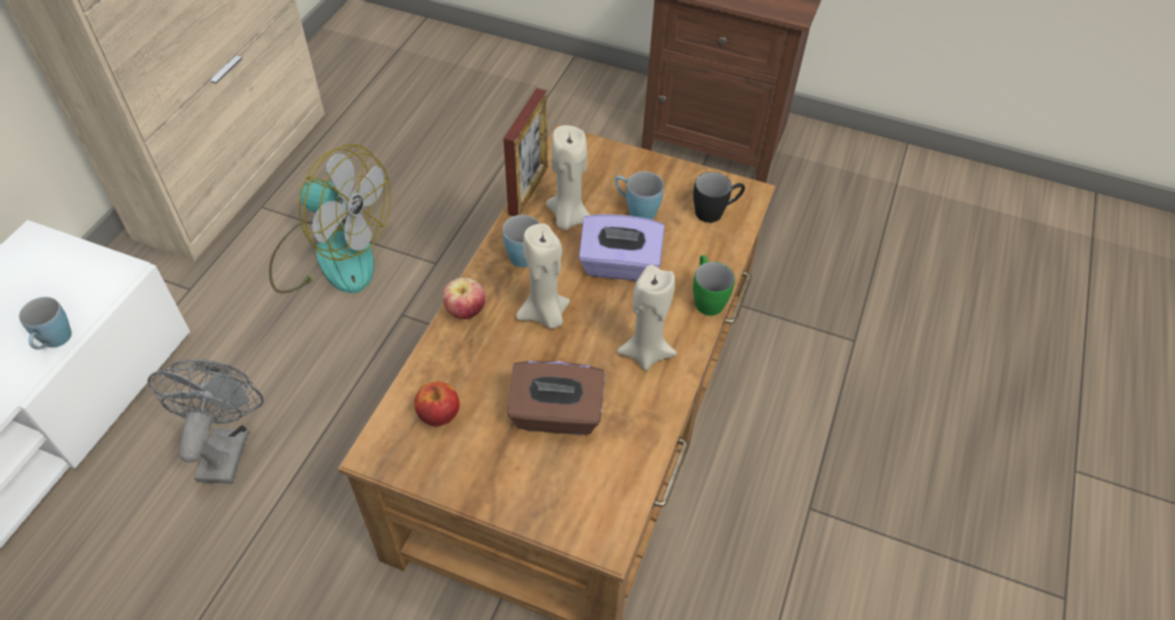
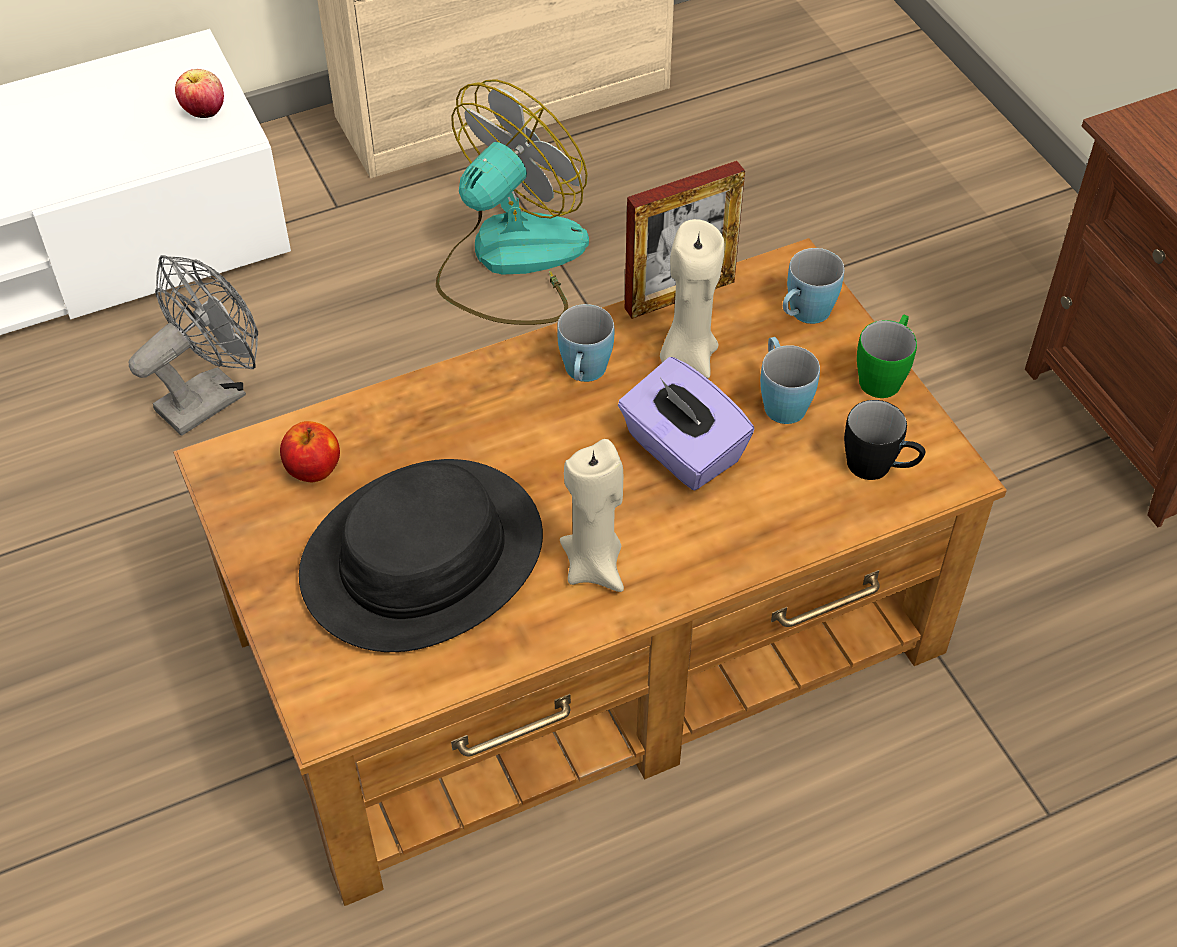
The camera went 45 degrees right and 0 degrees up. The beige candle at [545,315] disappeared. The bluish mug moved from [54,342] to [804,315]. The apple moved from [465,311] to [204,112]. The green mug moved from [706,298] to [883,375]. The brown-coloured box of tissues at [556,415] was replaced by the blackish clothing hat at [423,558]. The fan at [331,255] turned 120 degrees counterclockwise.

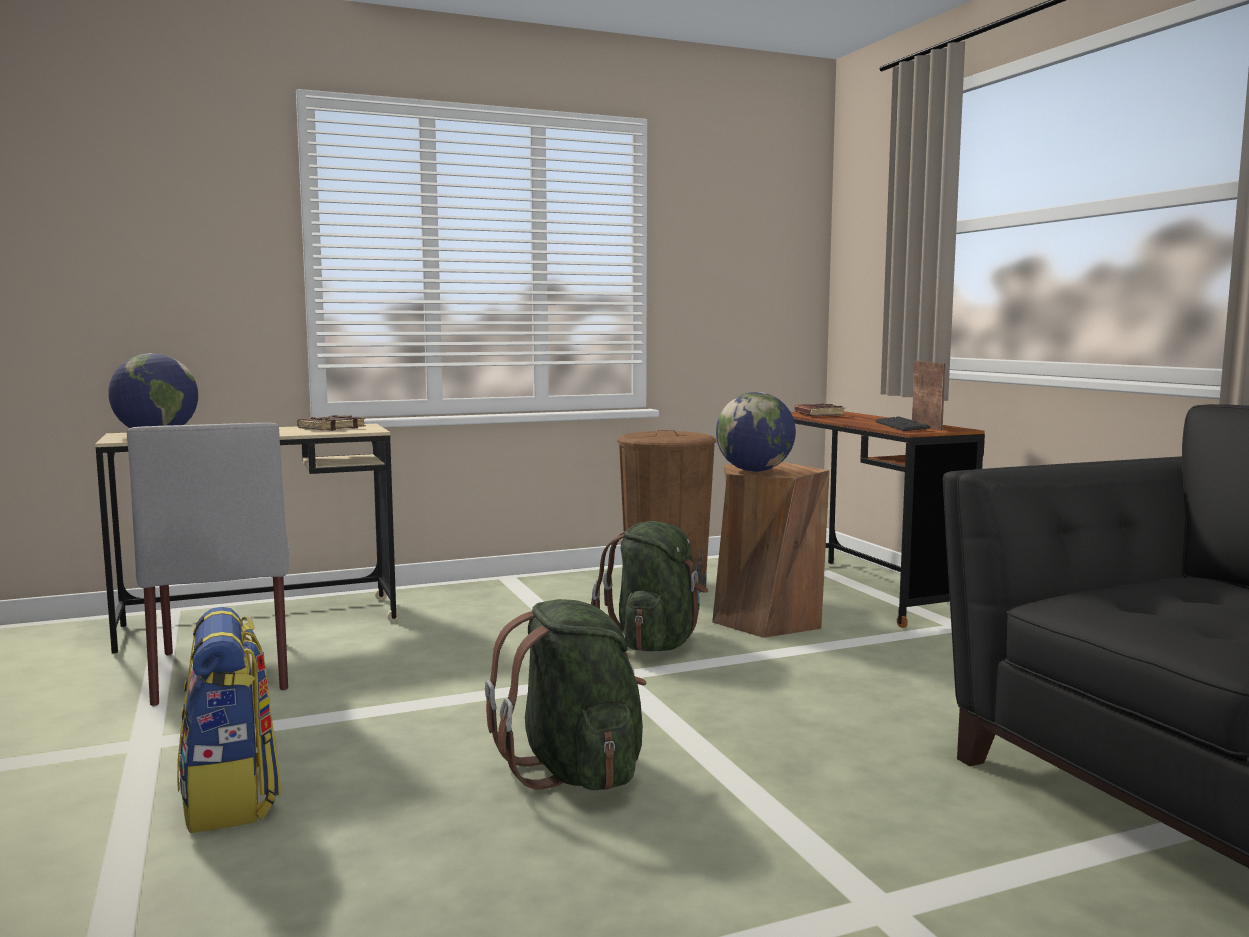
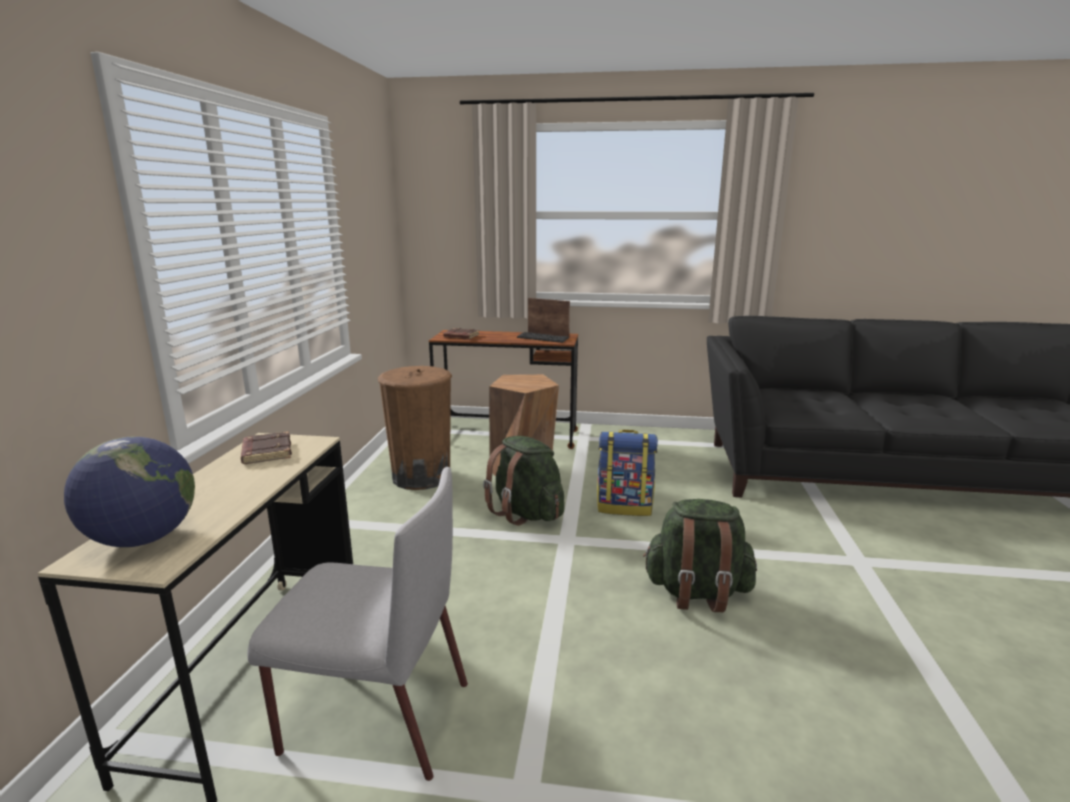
The camera went 60 degrees left and 10 degrees up. The desk globe at [754,471] disappeared. The rucksack moved from [231,800] to [625,507].

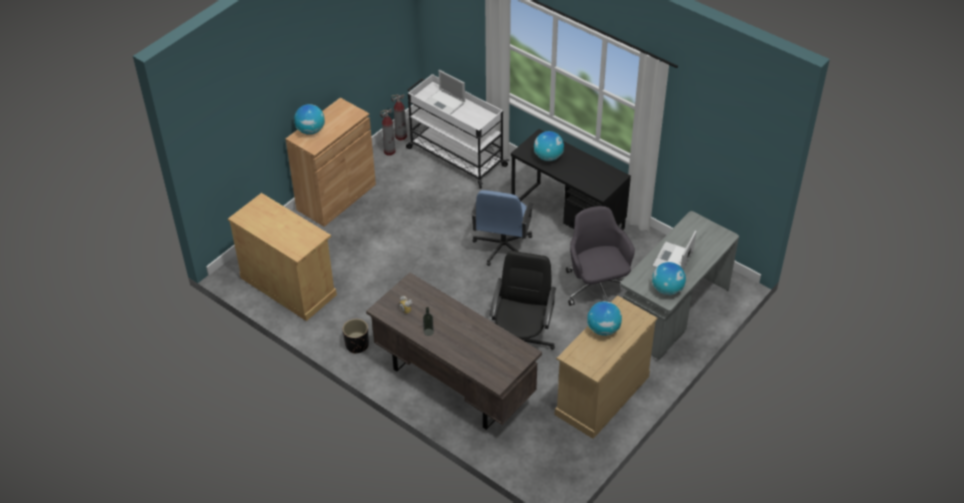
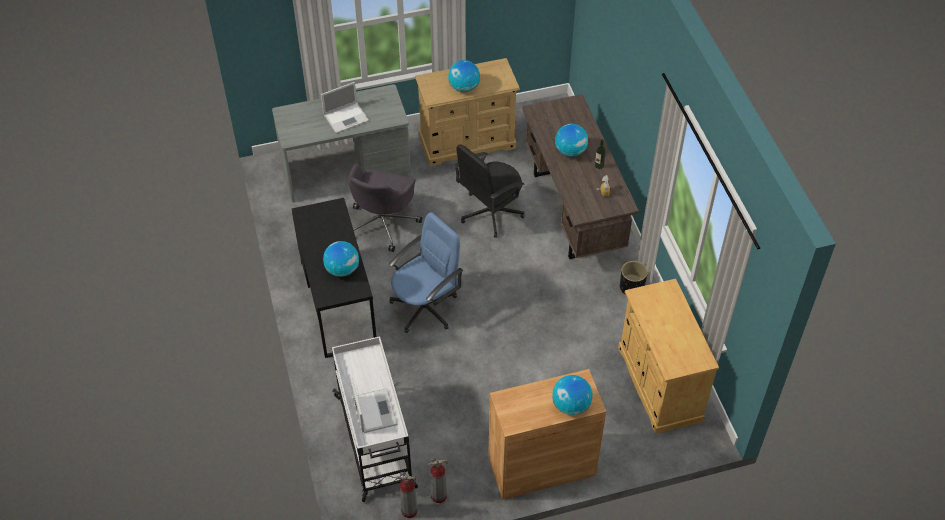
The camera went 145 degrees left and 5 degrees up. The desk globe moved from [667,289] to [570,151].

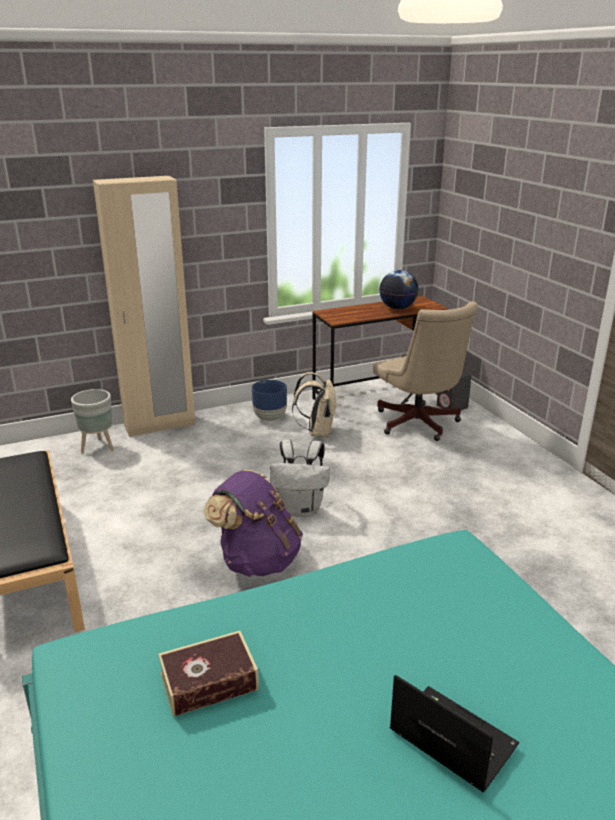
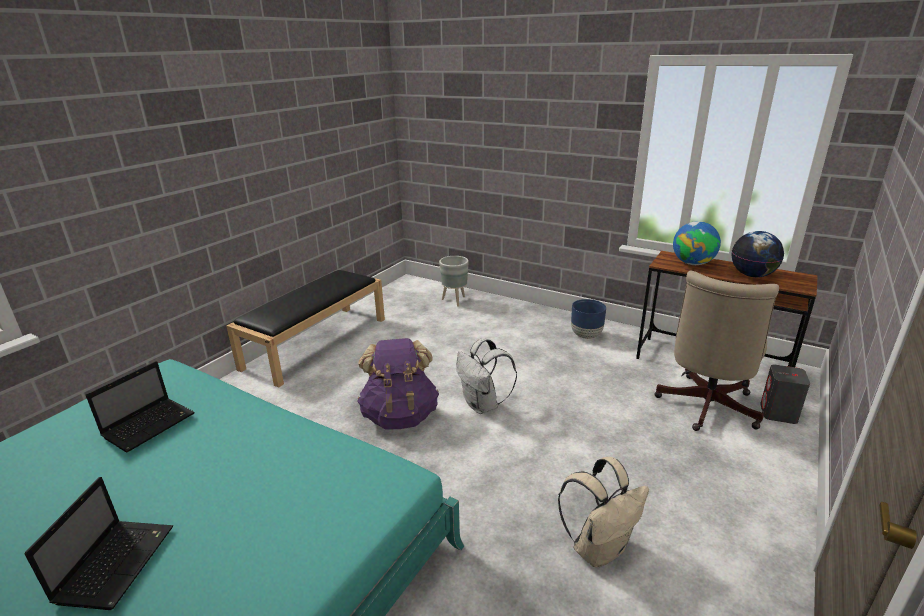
The camera went 55 degrees right and 0 degrees up. The beige clothes cupboard at [160,425] disappeared. The desk globe at [692,263] appeared. The beige rucksack moved from [317,432] to [599,548]. The bound book at [209,682] was replaced by the laptop at [151,424].

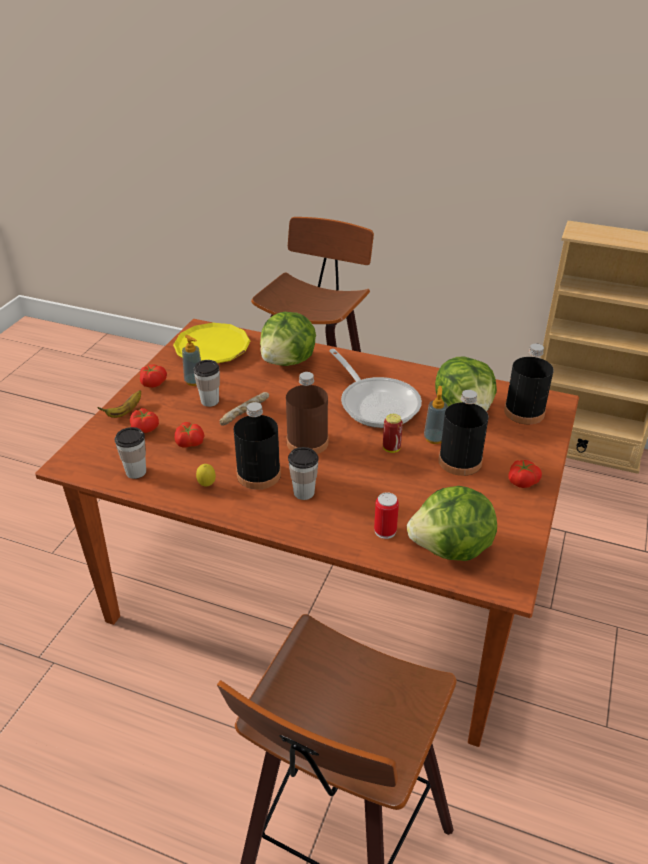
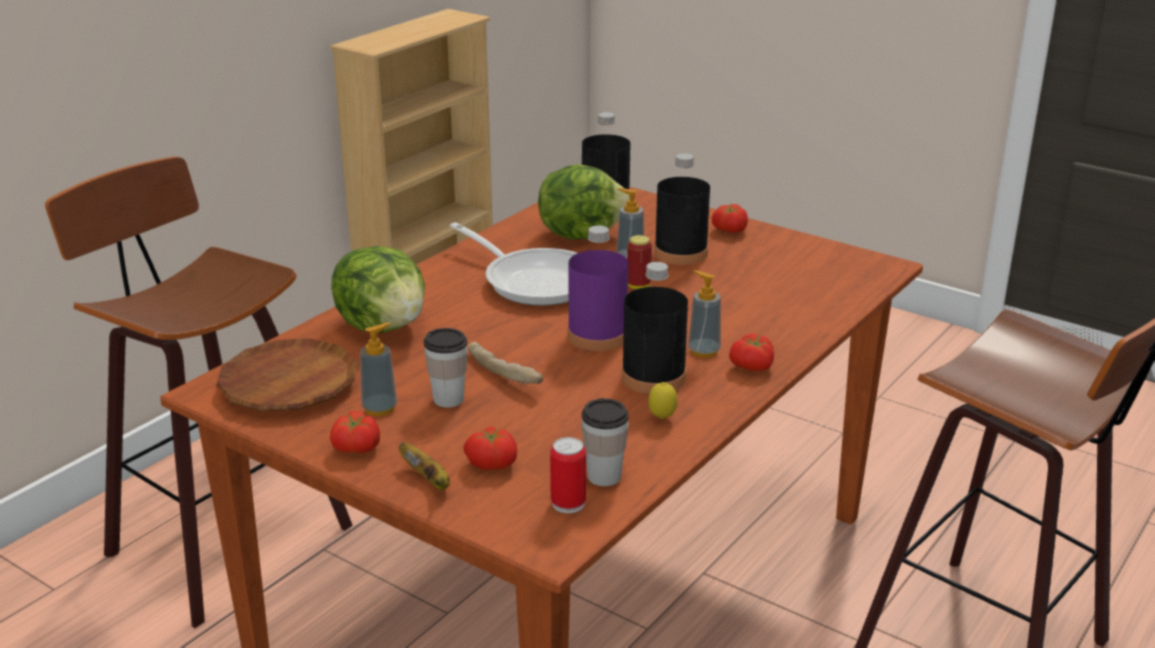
The camera went 75 degrees left and 10 degrees down. The head of lettuce at [451,549] disappeared. The tomato moved from [189,443] to [753,367]. The metal can moved from [385,531] to [568,503]. The drinking cup at [304,492] was replaced by the soap bottle at [704,351]. The yellowish flat dish at [212,348] became the brown-coloured flat dish at [289,384]. The brown-coloured drink bottle at [307,442] became the purple drink bottle at [597,336]. The skillet at [376,403] turned 60 degrees clockwise.

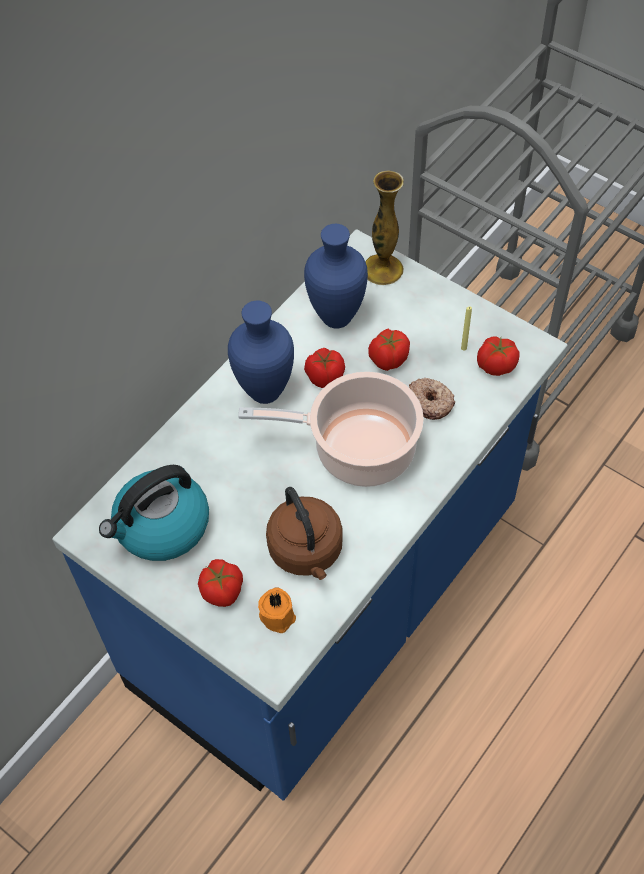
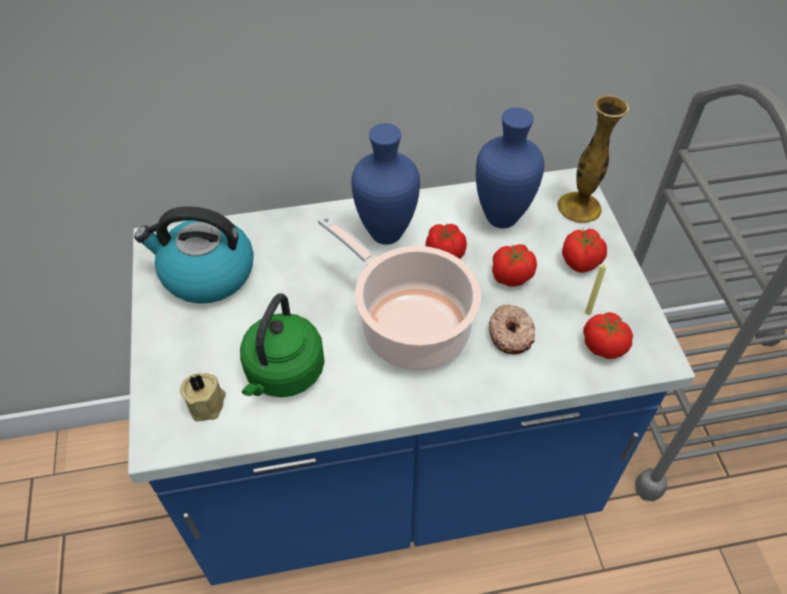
The camera went 40 degrees right and 5 degrees down. The tomato moved from [223,590] to [581,262]. The orange candle at [278,615] became the beige candle at [208,404]. The brown-coloured tea kettle at [307,552] became the green tea kettle at [283,374].

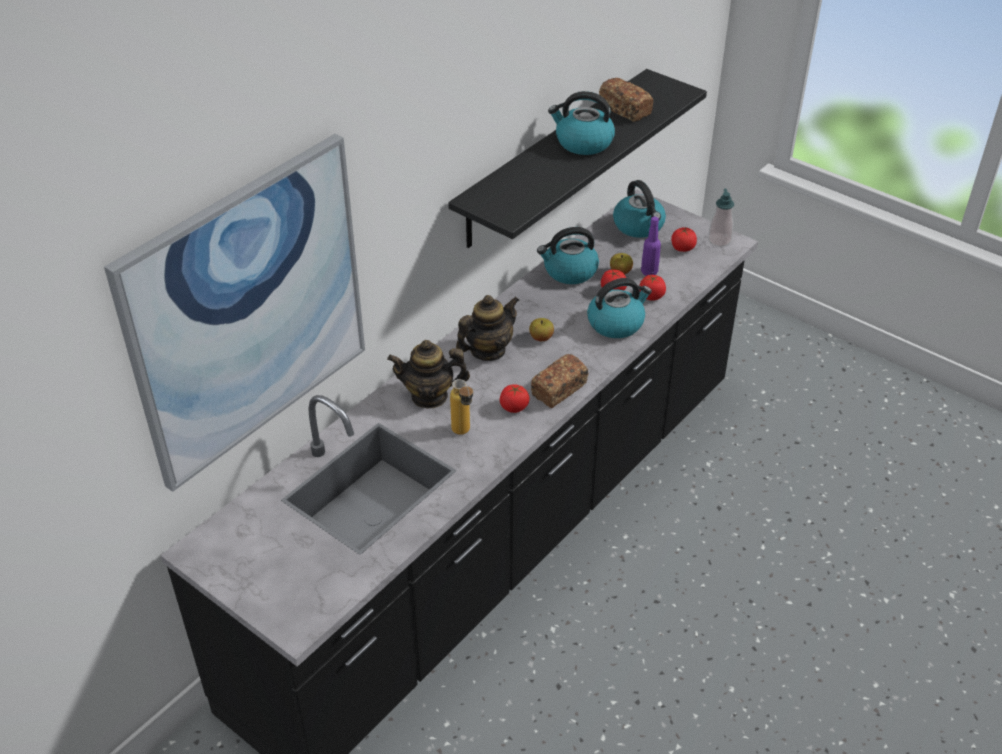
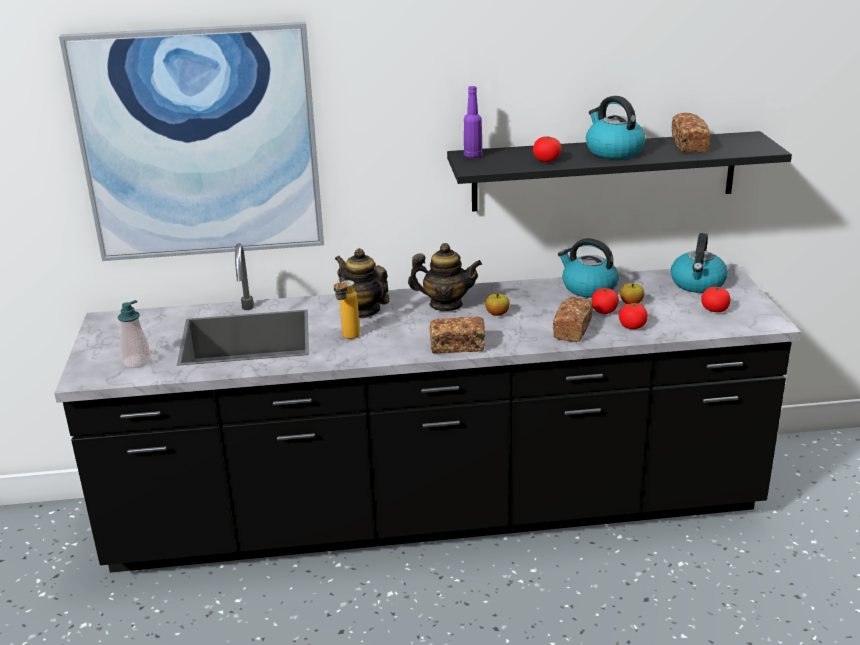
The camera went 45 degrees right and 15 degrees down. The tomato moved from [514,407] to [546,160]. The purple drink bottle moved from [649,272] to [473,156]. The soap bottle moved from [719,240] to [137,362]. The tea kettle at [616,323] was replaced by the baked bread at [572,329].

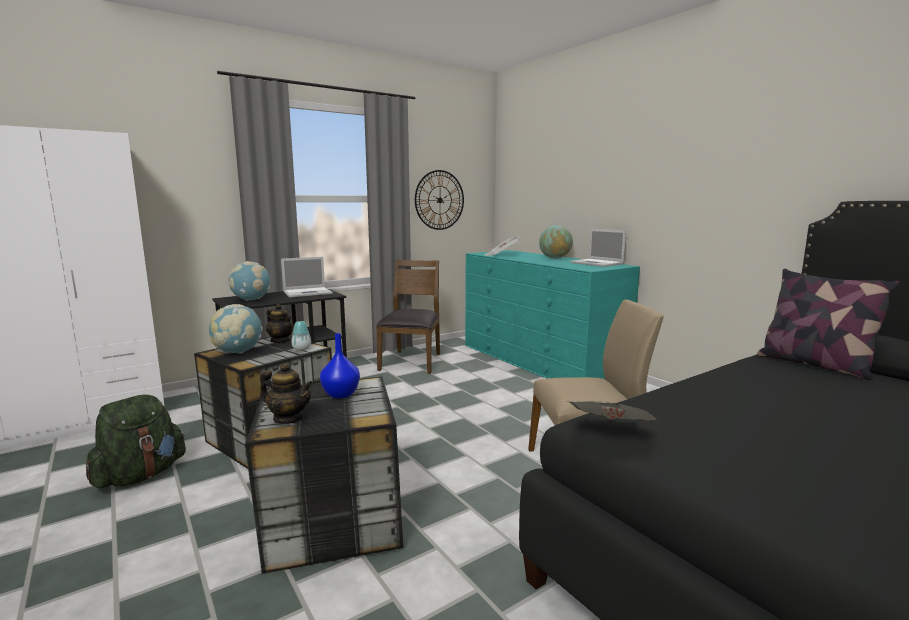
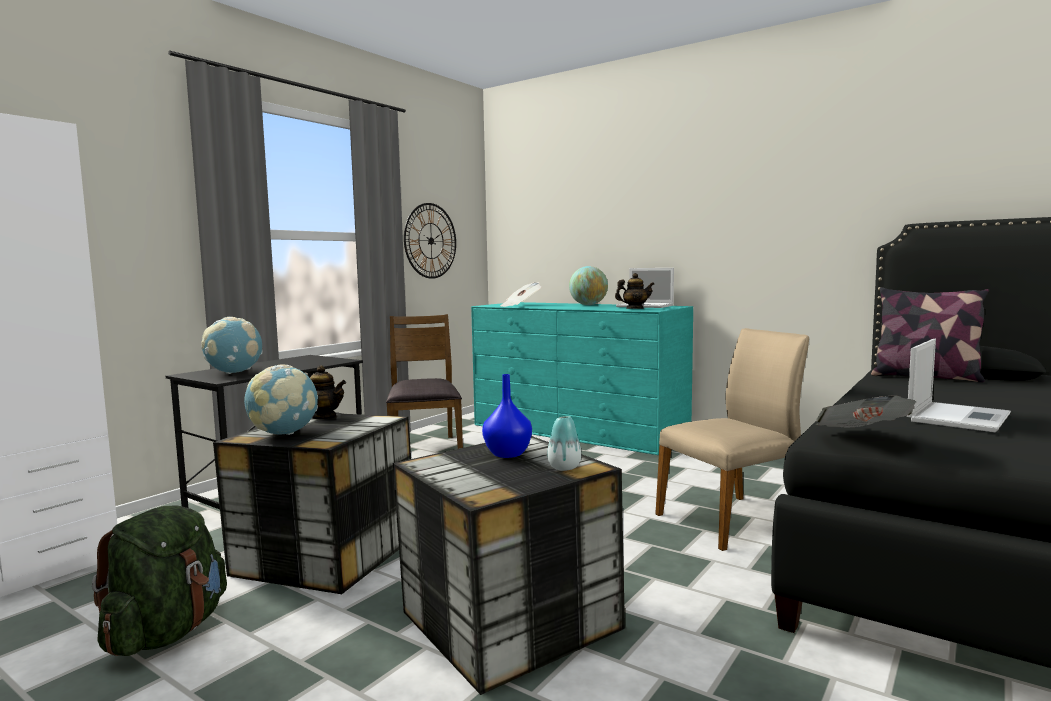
The camera went 20 degrees left and 5 degrees down. The teapot moved from [288,418] to [634,309]. The laptop moved from [308,292] to [958,417]. The vase moved from [301,349] to [564,467].

